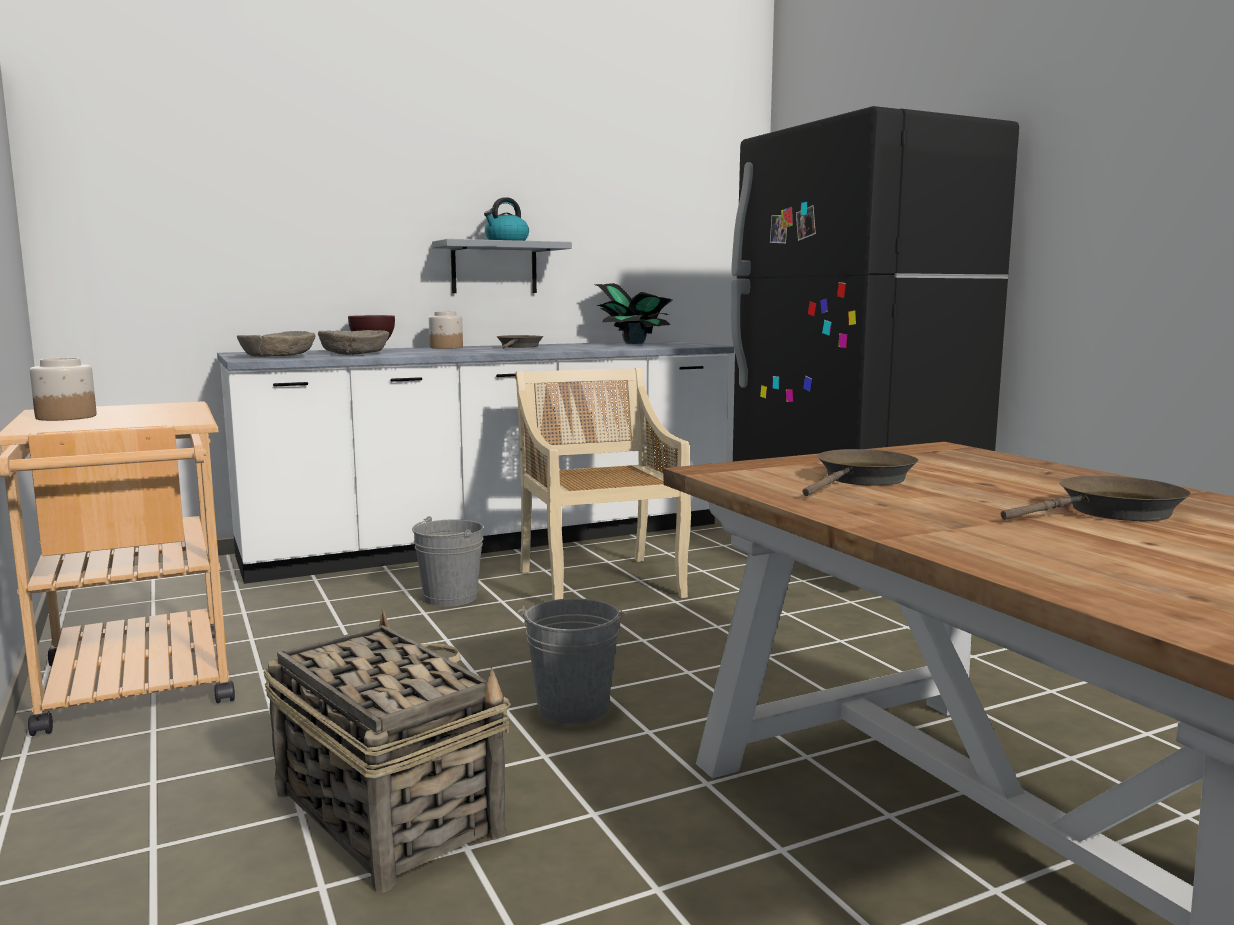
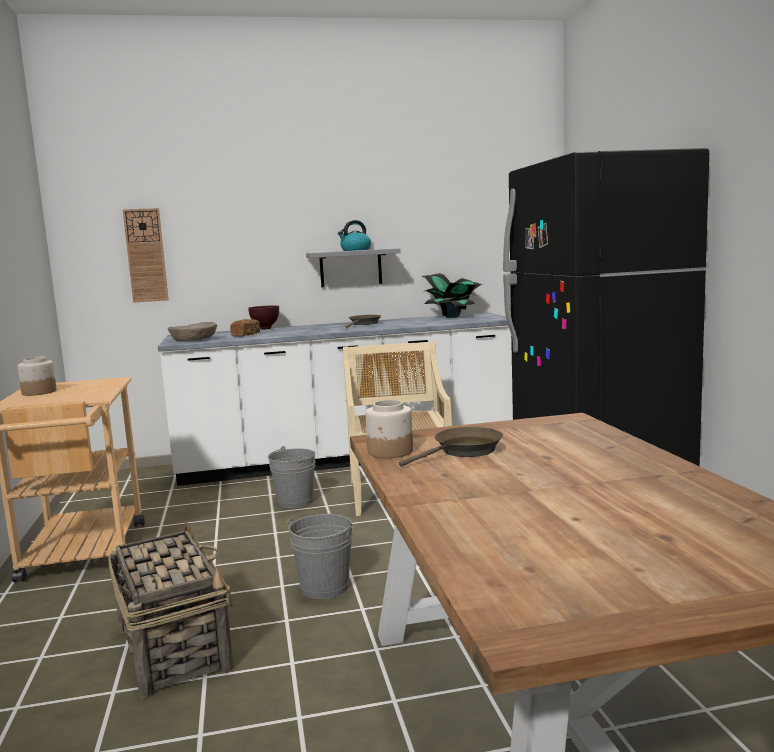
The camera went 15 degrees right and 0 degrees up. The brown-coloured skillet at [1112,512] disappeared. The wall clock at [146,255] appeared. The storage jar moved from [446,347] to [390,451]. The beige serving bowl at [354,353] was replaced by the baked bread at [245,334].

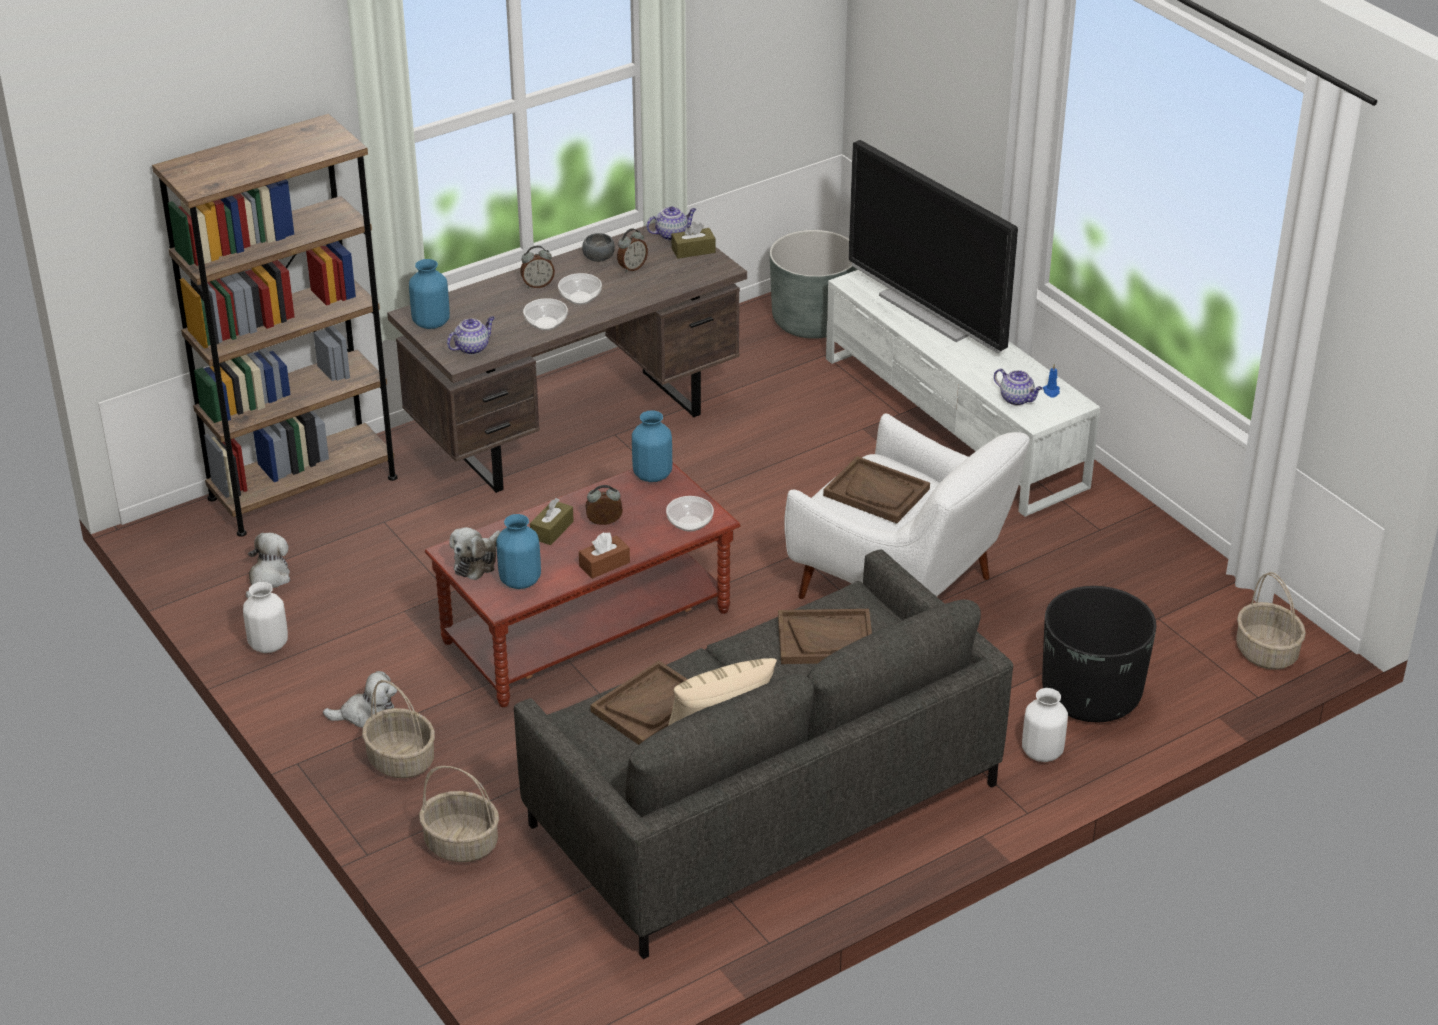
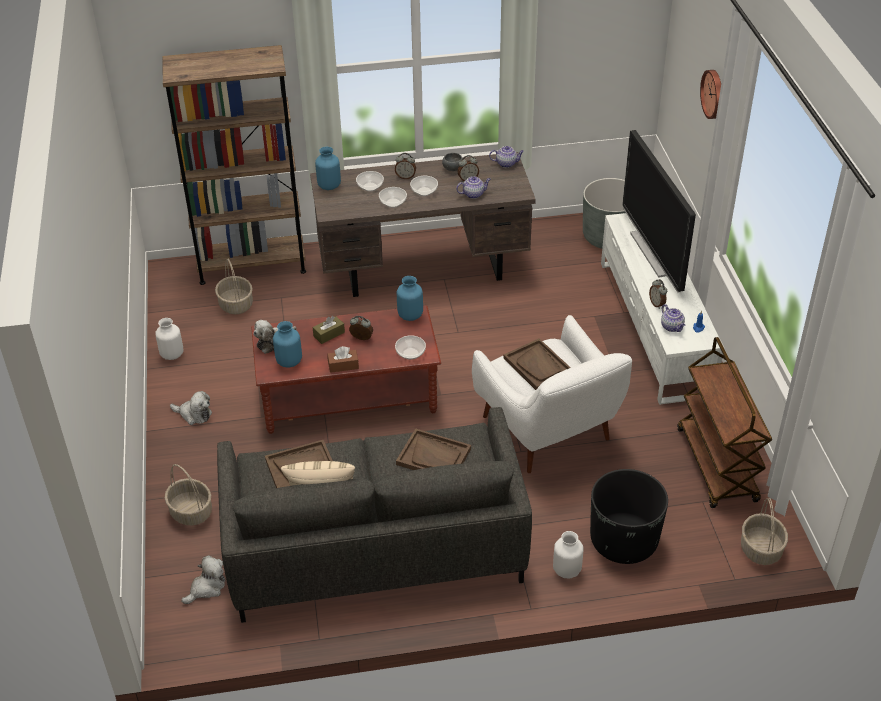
The camera went 25 degrees right and 5 degrees up. The brown-coloured box of tissues at [693,250] disappeared. The serving bowl at [369,187] appeared. The table clock at [657,304] appeared. The brown-coloured cart at [717,465] appeared. The wall clock at [714,94] appeared. The soft toy moved from [268,579] to [207,588]. The basket moved from [400,760] to [235,304]. The teapot moved from [472,347] to [473,194].

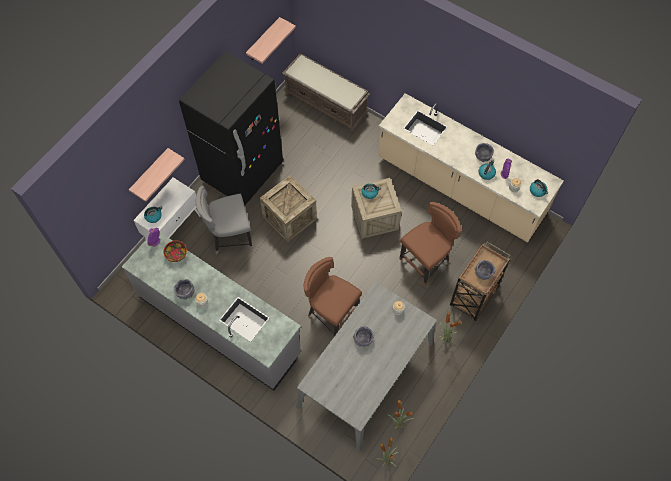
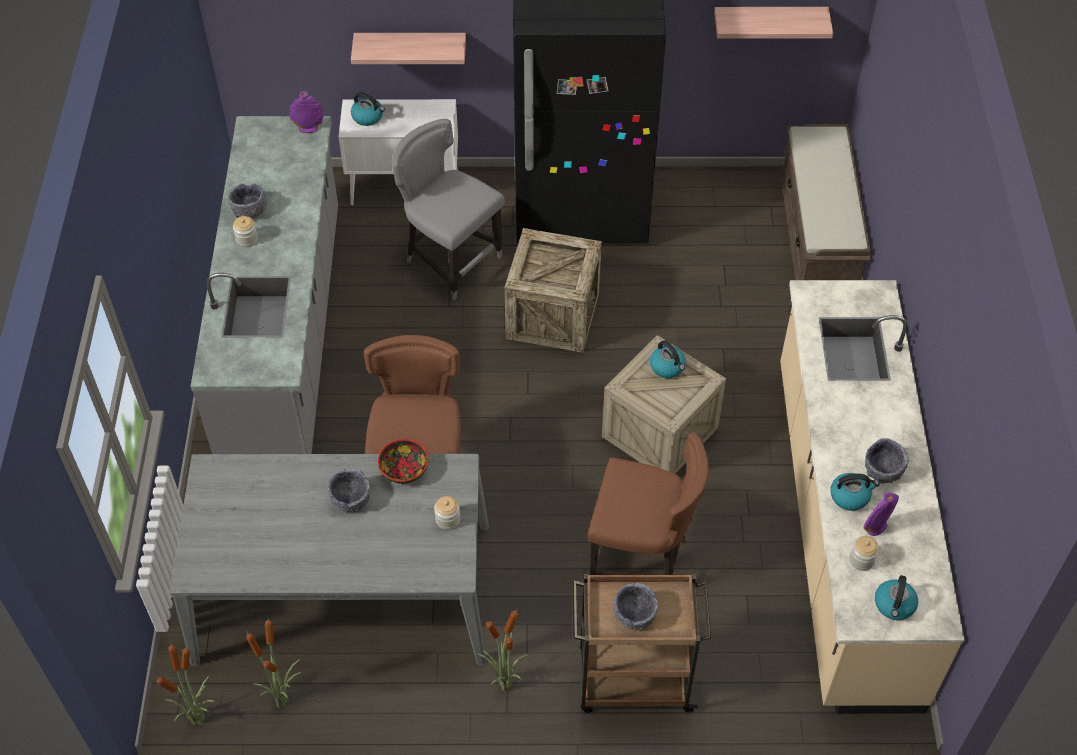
The camera went 55 degrees right and 10 degrees down. The serving bowl moved from [176,254] to [404,469].

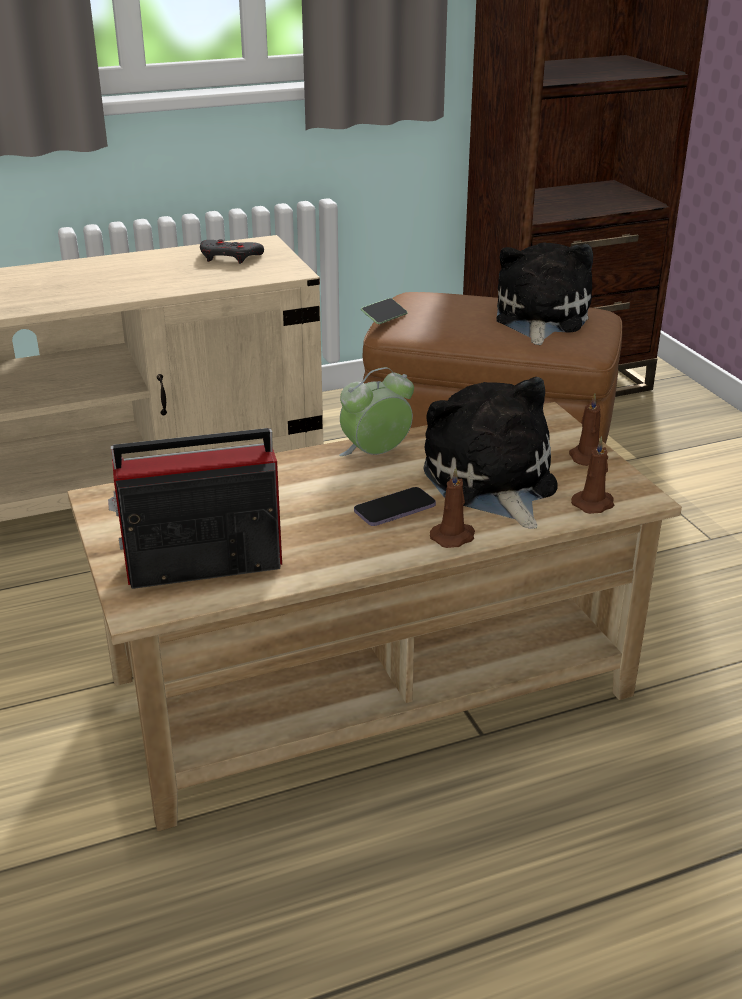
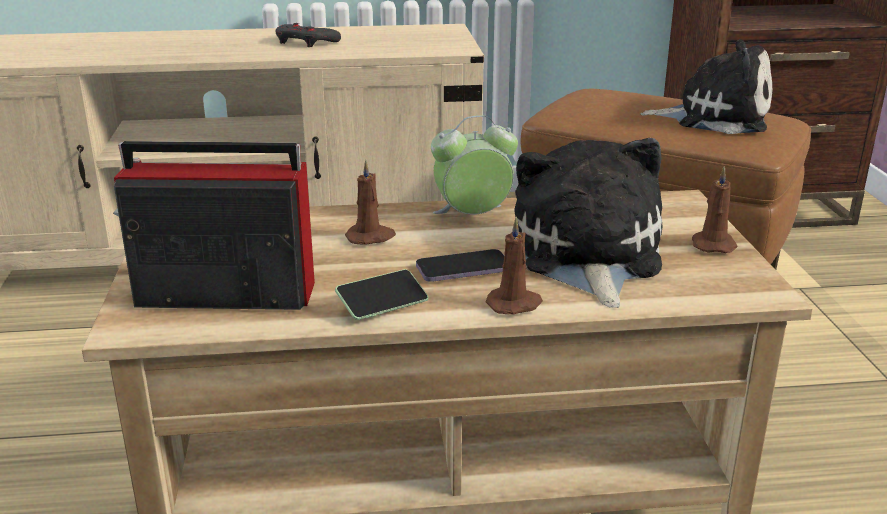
The camera went 15 degrees right and 5 degrees down. The greyish gamepad moved from [230,257] to [305,42]. The phone moved from [384,318] to [383,306]. The brown-coloured candle moved from [594,504] to [371,237]. The soft toy at [539,318] turned 75 degrees clockwise.

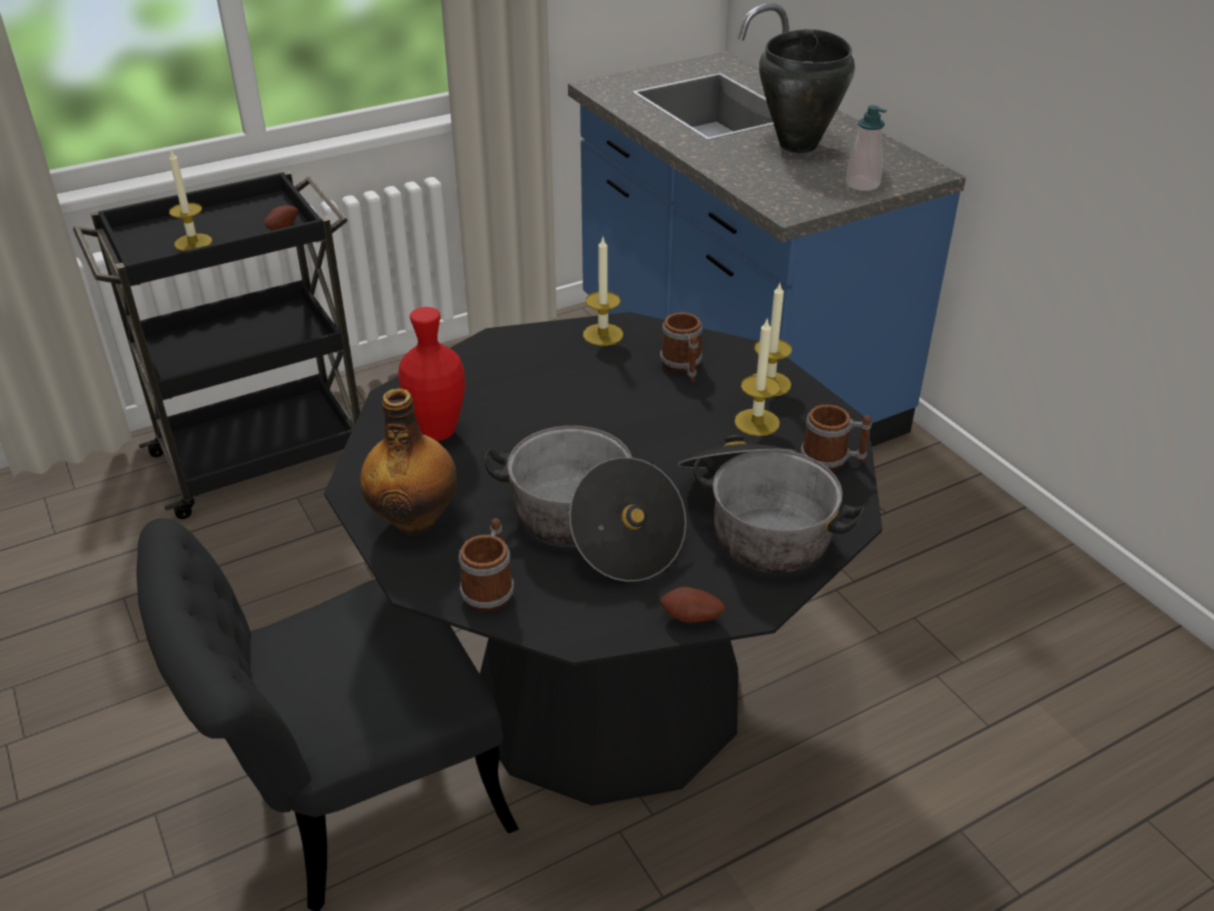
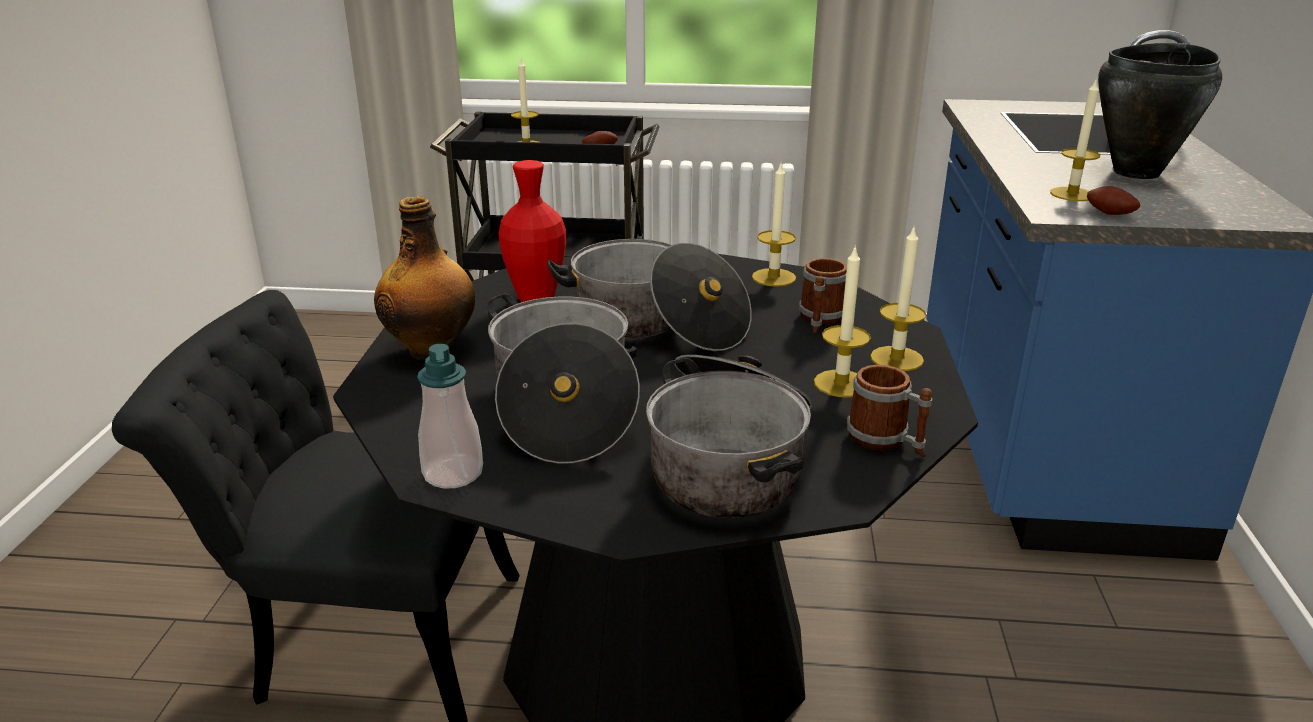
The camera went 35 degrees right and 10 degrees down. The mug at [490,588] disappeared. The stockpot at [655,324] appeared. The candle at [1072,194] appeared. The spud moved from [691,619] to [1109,214]. The soap bottle moved from [862,185] to [453,473].

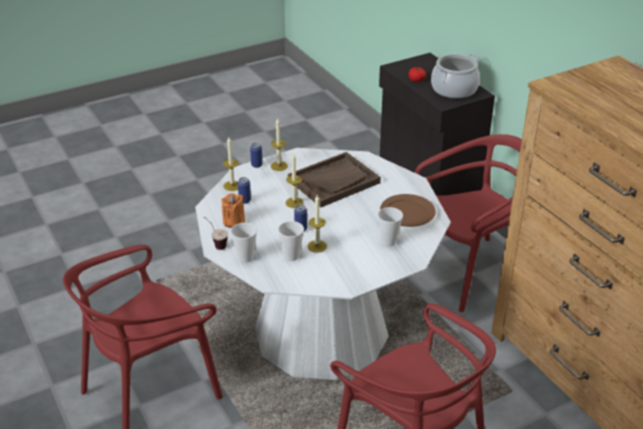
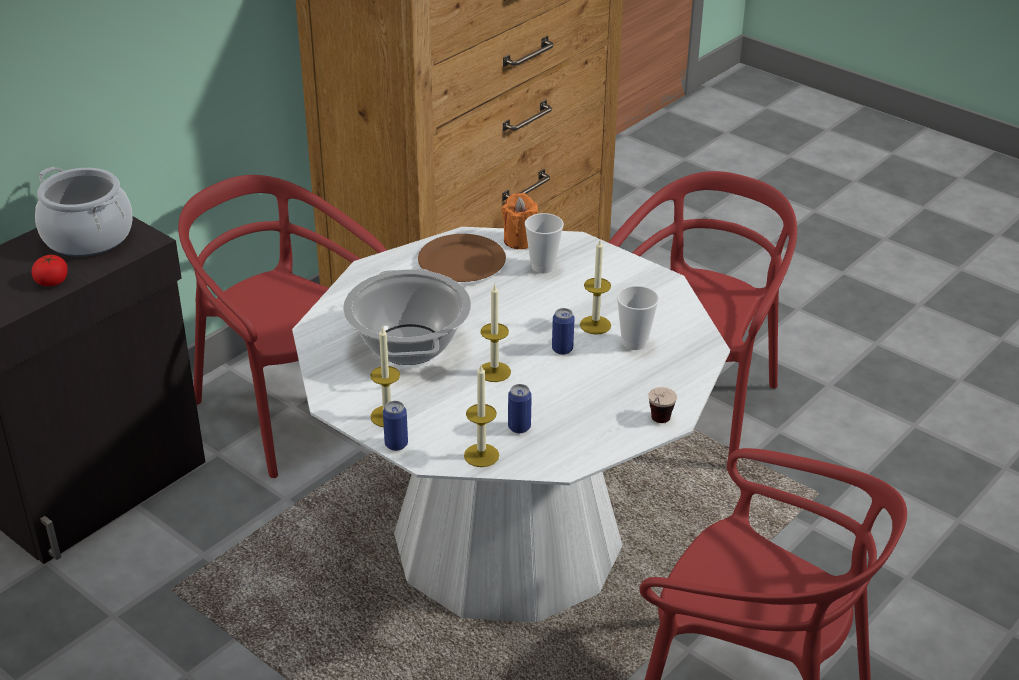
The camera went 110 degrees left and 0 degrees up. The drinking cup at [245,257] disappeared. The orange candle moved from [234,221] to [520,240]. The brown-coloured tray at [334,181] was replaced by the stockpot at [408,345].

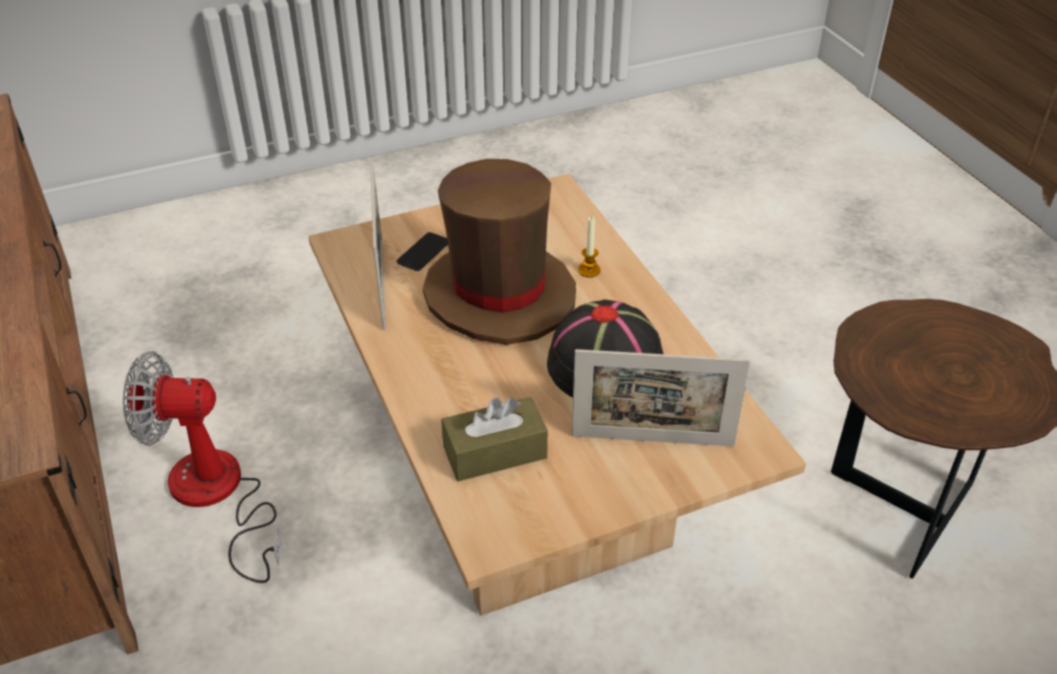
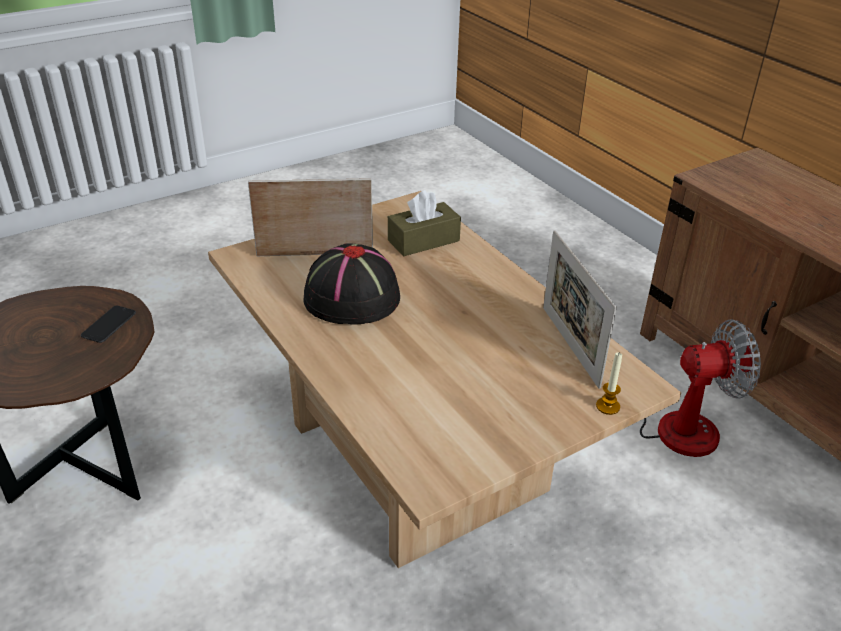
The camera went 170 degrees right and 5 degrees down. The brown-coloured clothing hat at [500,294] disappeared. The phone moved from [423,252] to [109,325]. The candle moved from [589,270] to [607,406].

